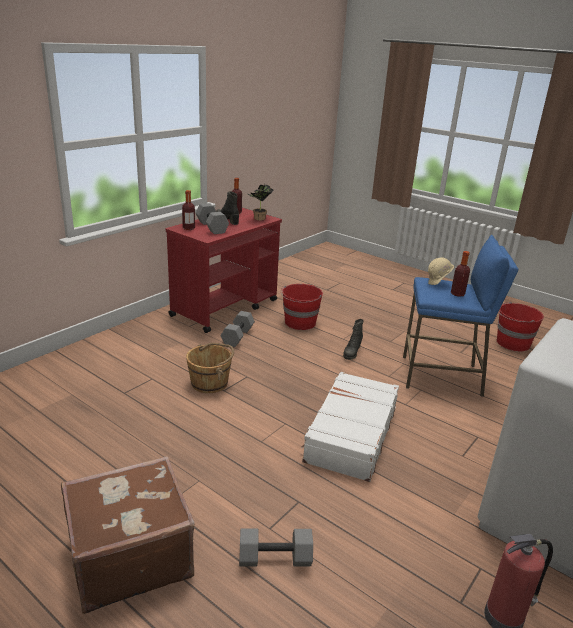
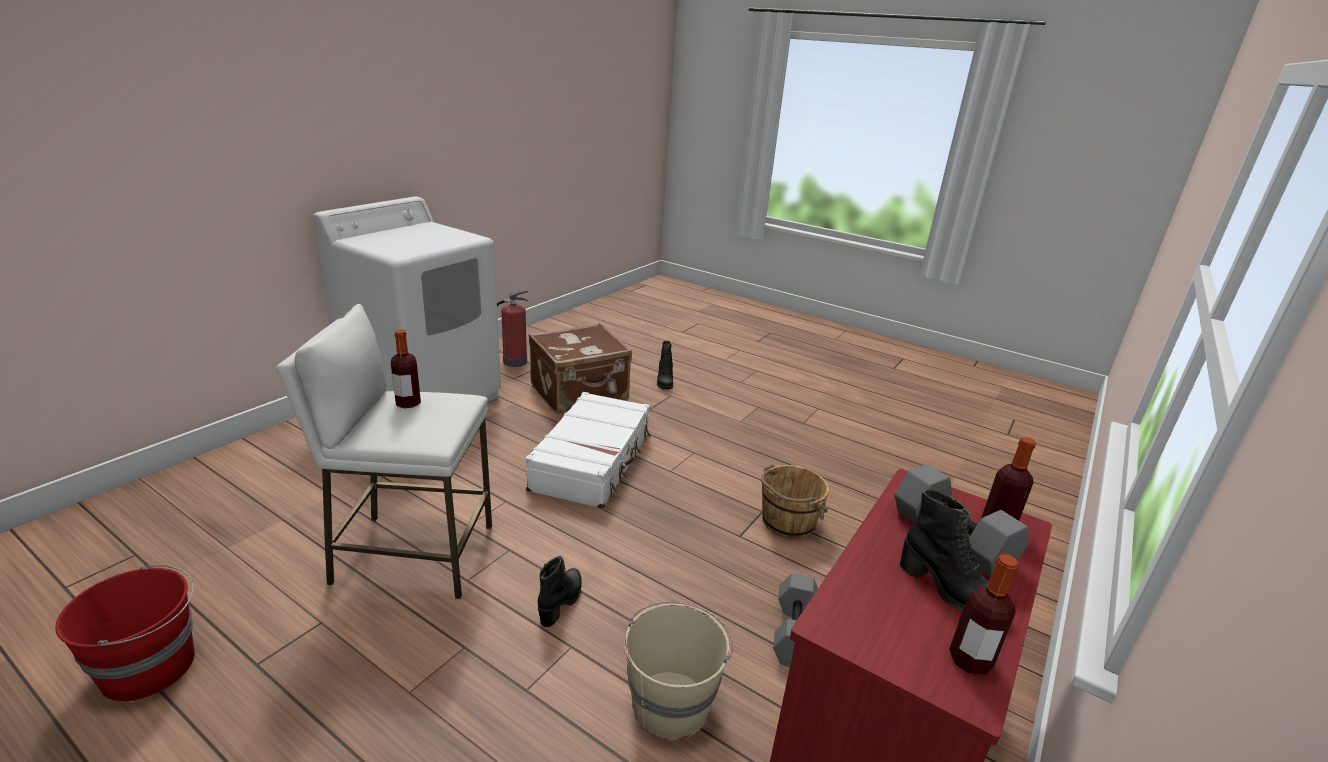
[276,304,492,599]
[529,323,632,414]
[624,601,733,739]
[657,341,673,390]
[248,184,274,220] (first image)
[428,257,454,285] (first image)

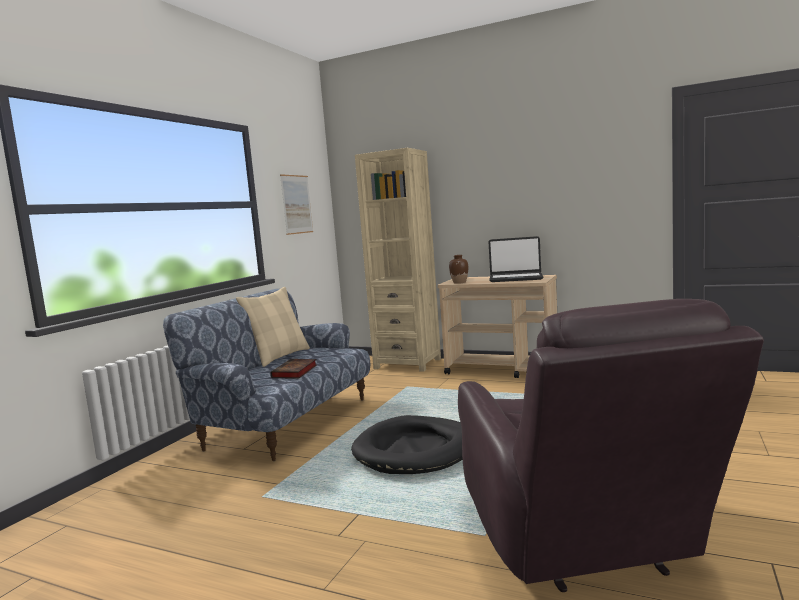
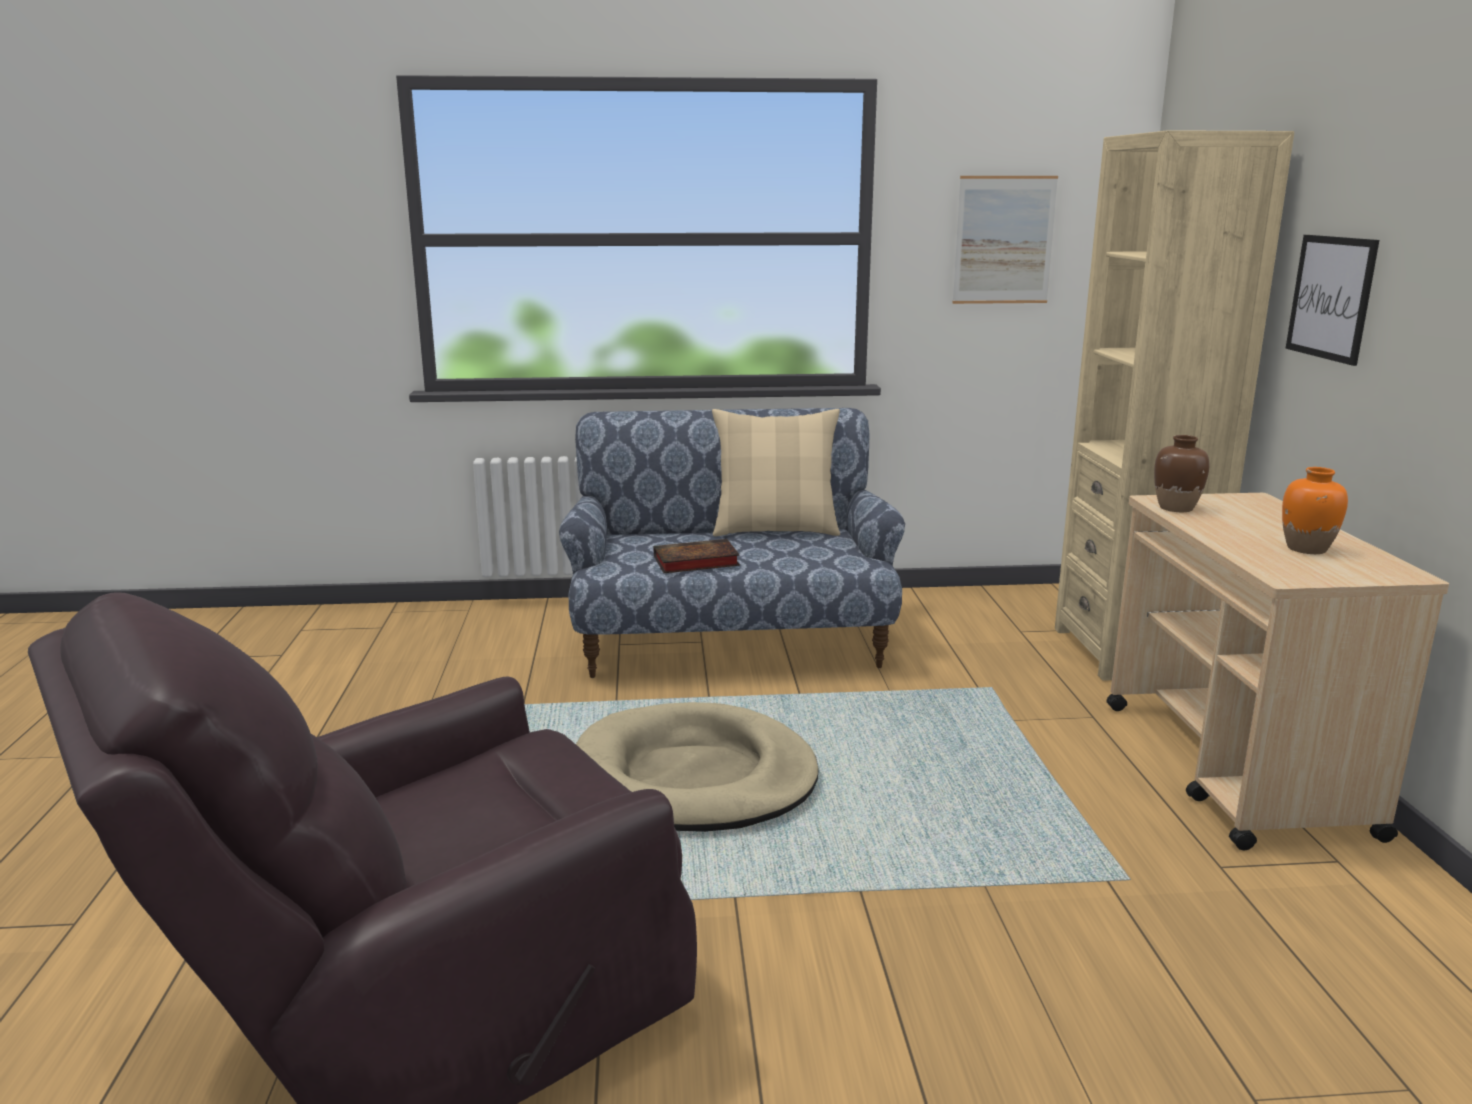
[576,702,819,832]
[1282,467,1348,554]
[1285,235,1379,366]

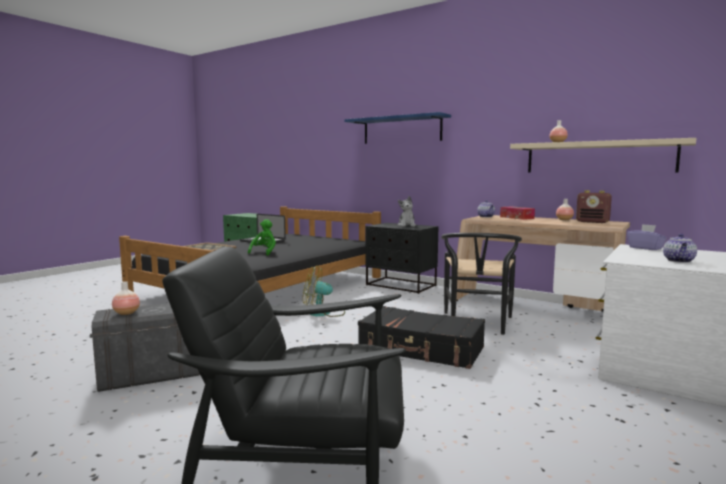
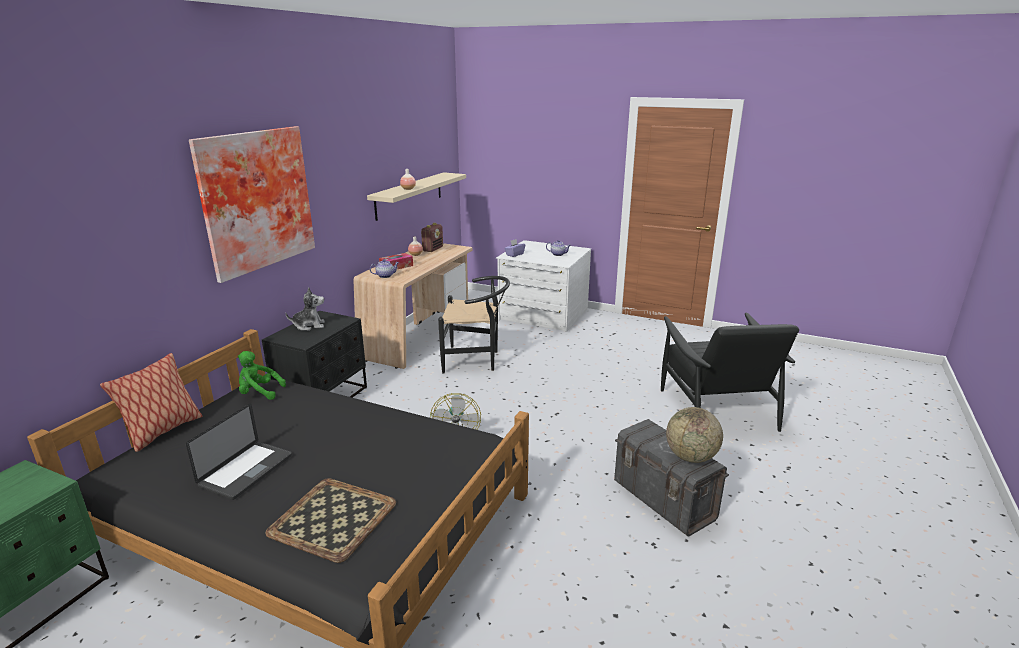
[100,353,202,452]
[189,126,315,283]
[238,351,286,400]
[666,407,723,463]
[358,306,485,369] (first image)

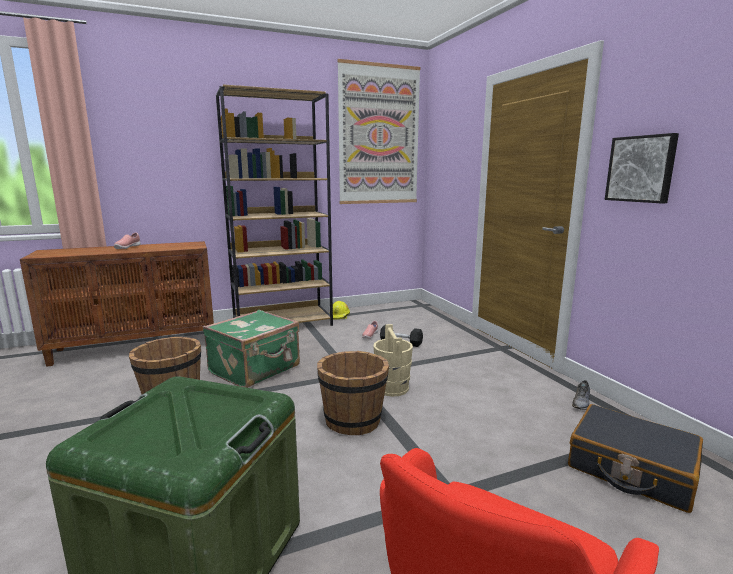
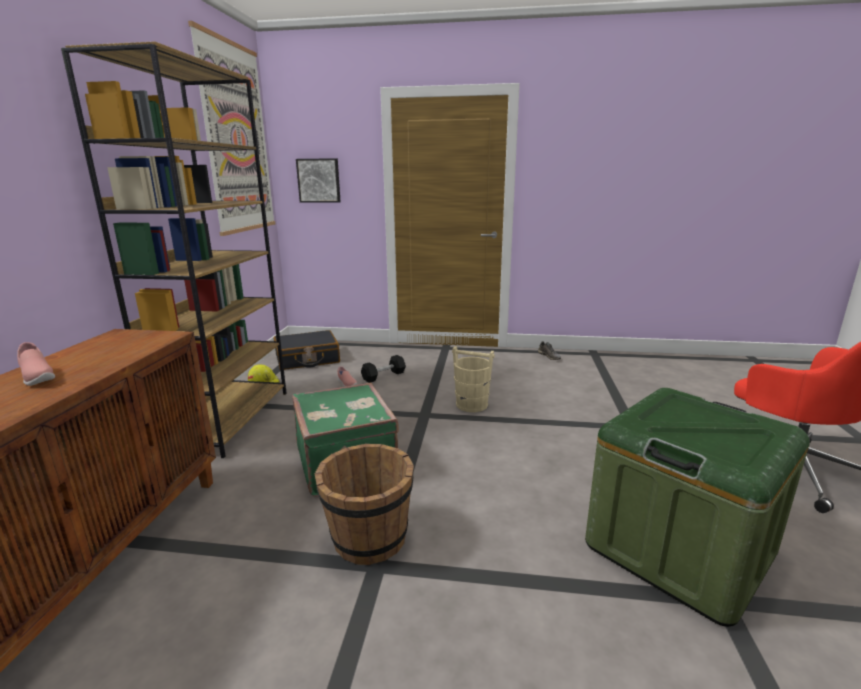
[274,330,340,370]
[296,158,341,203]
[317,351,389,435] (first image)

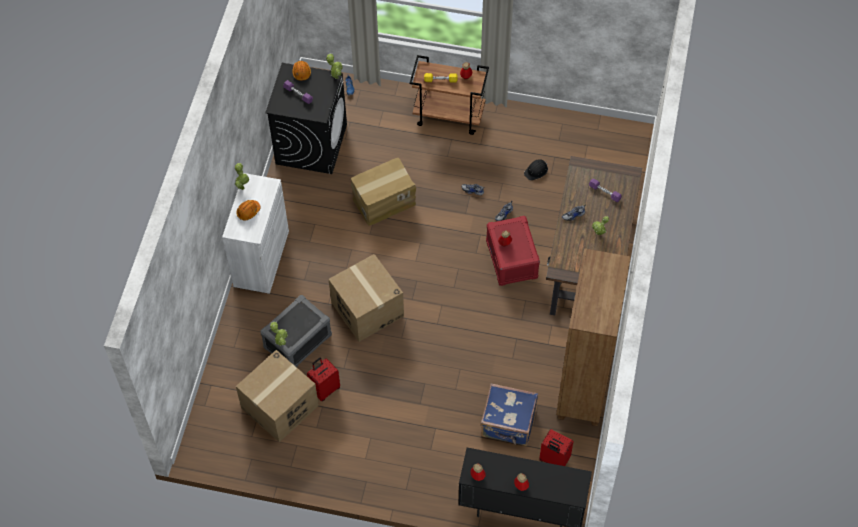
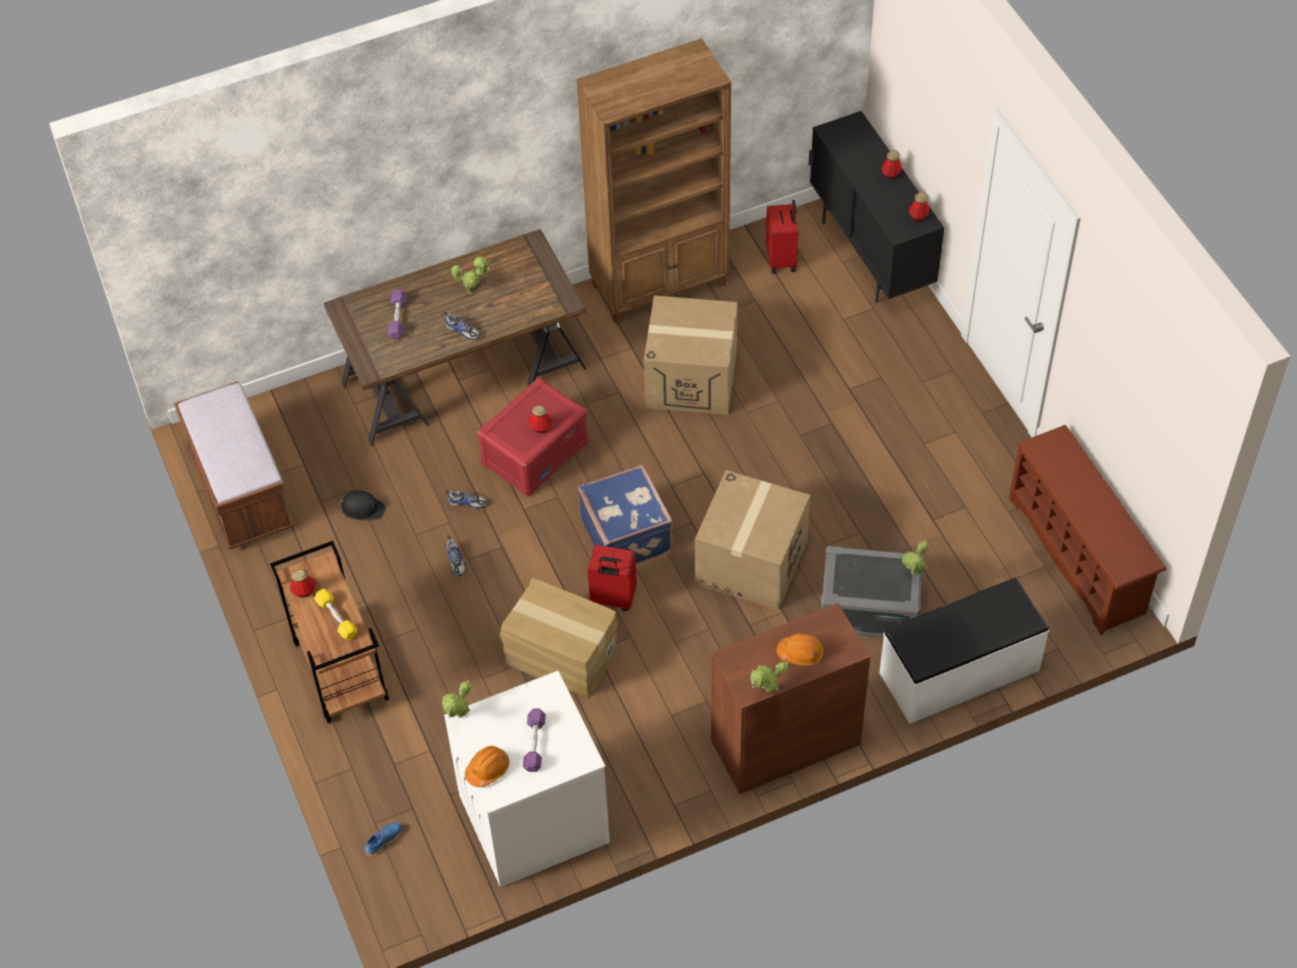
[174,381,294,550]
[444,671,610,888]
[578,464,673,564]
[588,545,637,611]
[644,296,738,415]
[711,603,870,794]
[879,578,1049,724]
[1009,425,1167,635]

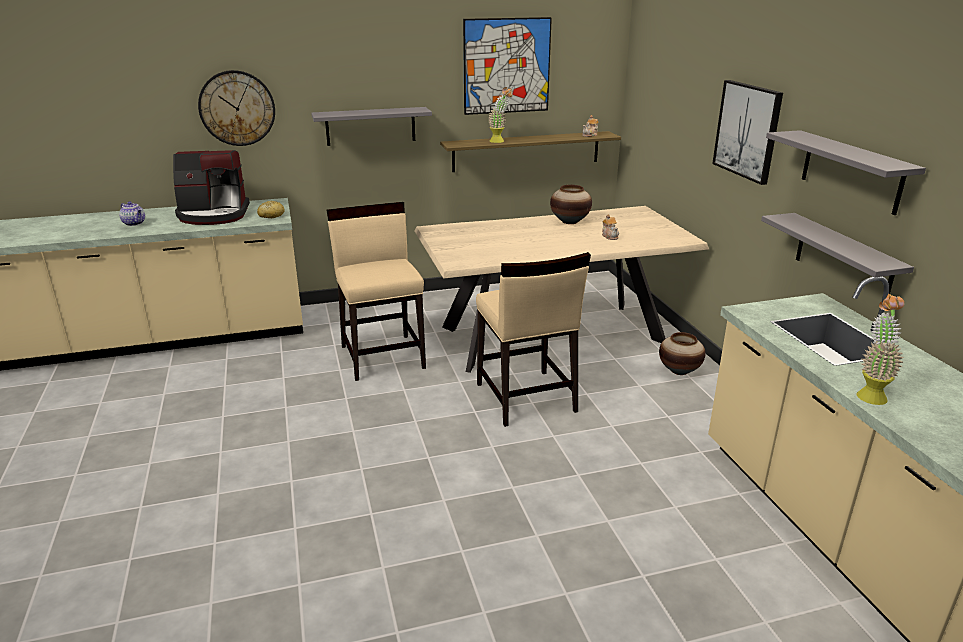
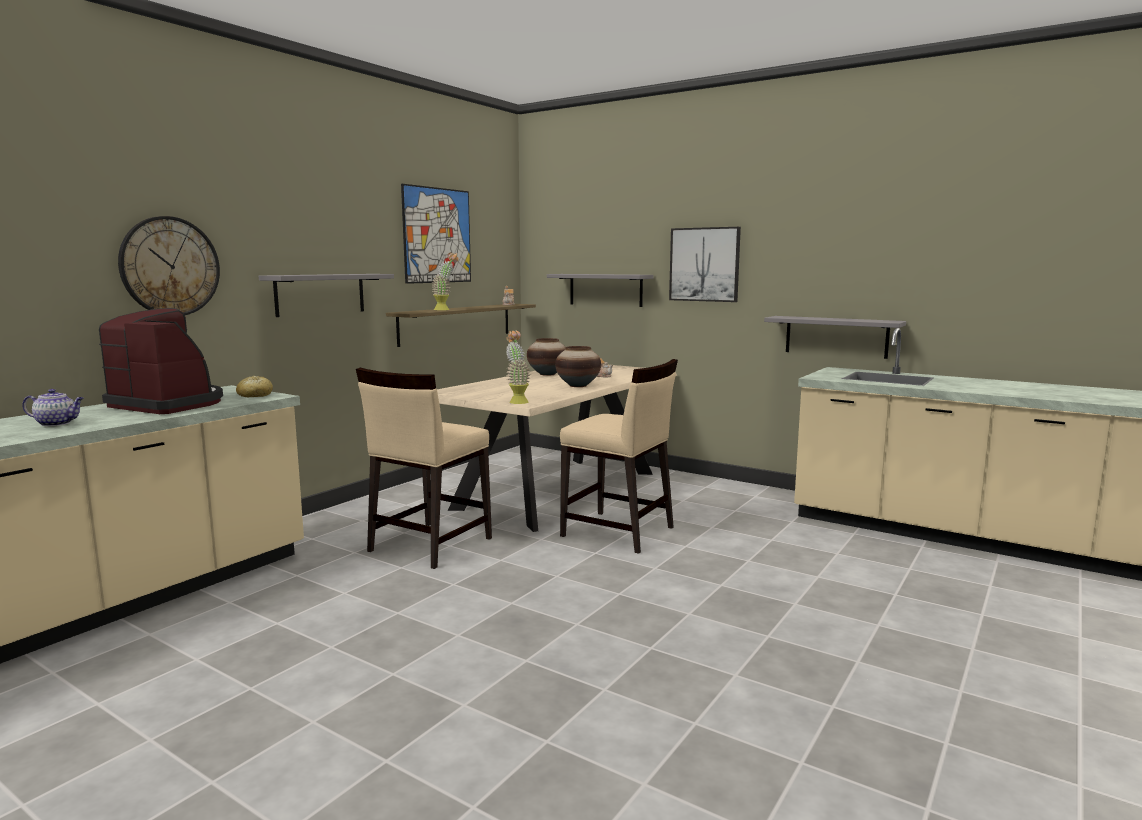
[99,308,223,414]
[356,368,492,569]
[506,331,531,404]
[547,274,654,307]
[555,346,601,387]

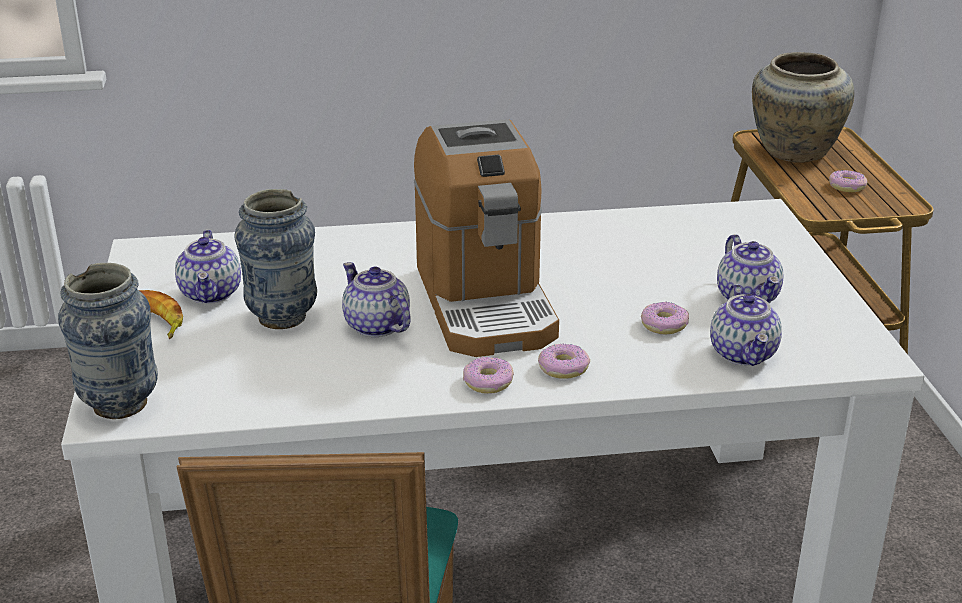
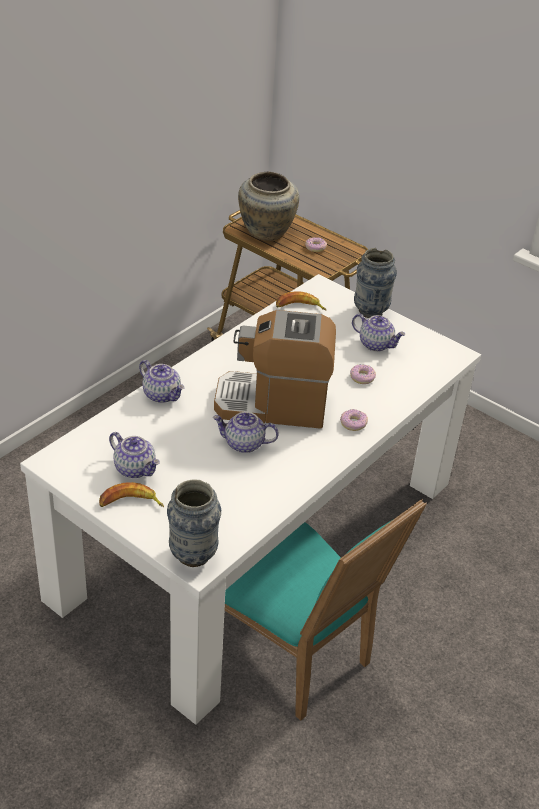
[139,360,184,403]
[214,310,336,429]
[276,291,326,310]
[354,248,397,318]
[463,357,514,394] (first image)

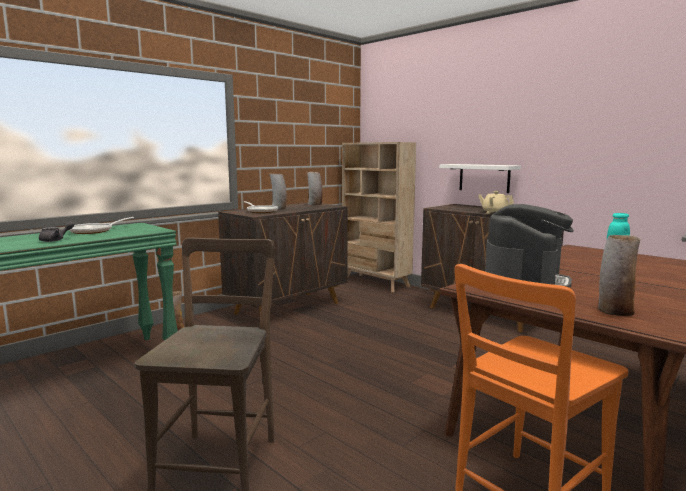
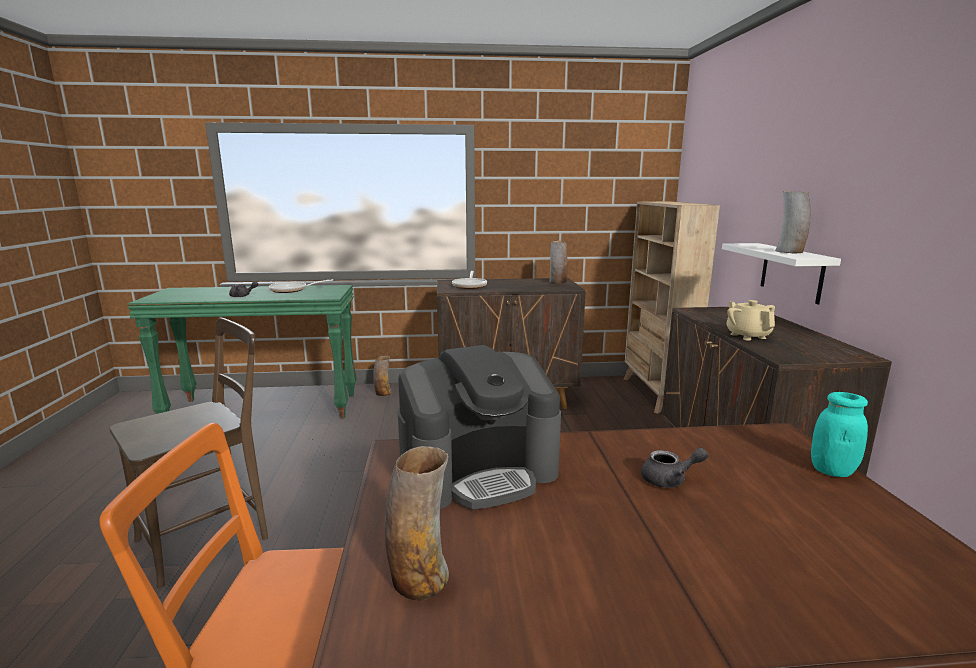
[641,448,708,488]
[775,191,811,254]

